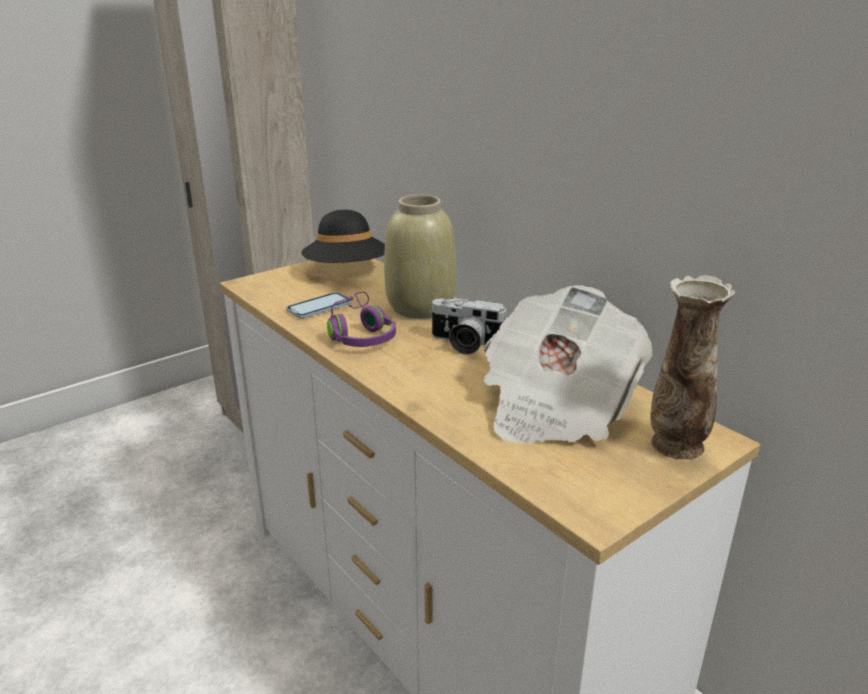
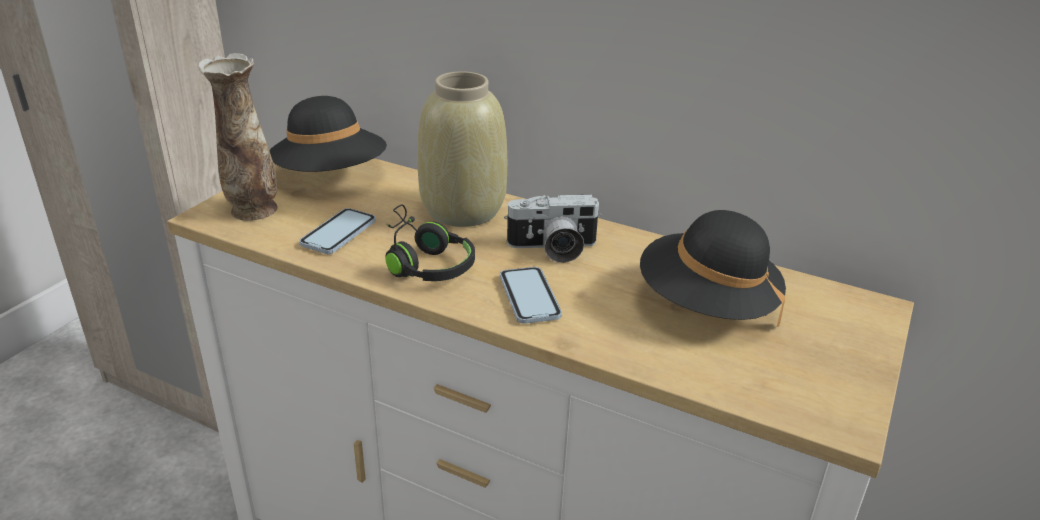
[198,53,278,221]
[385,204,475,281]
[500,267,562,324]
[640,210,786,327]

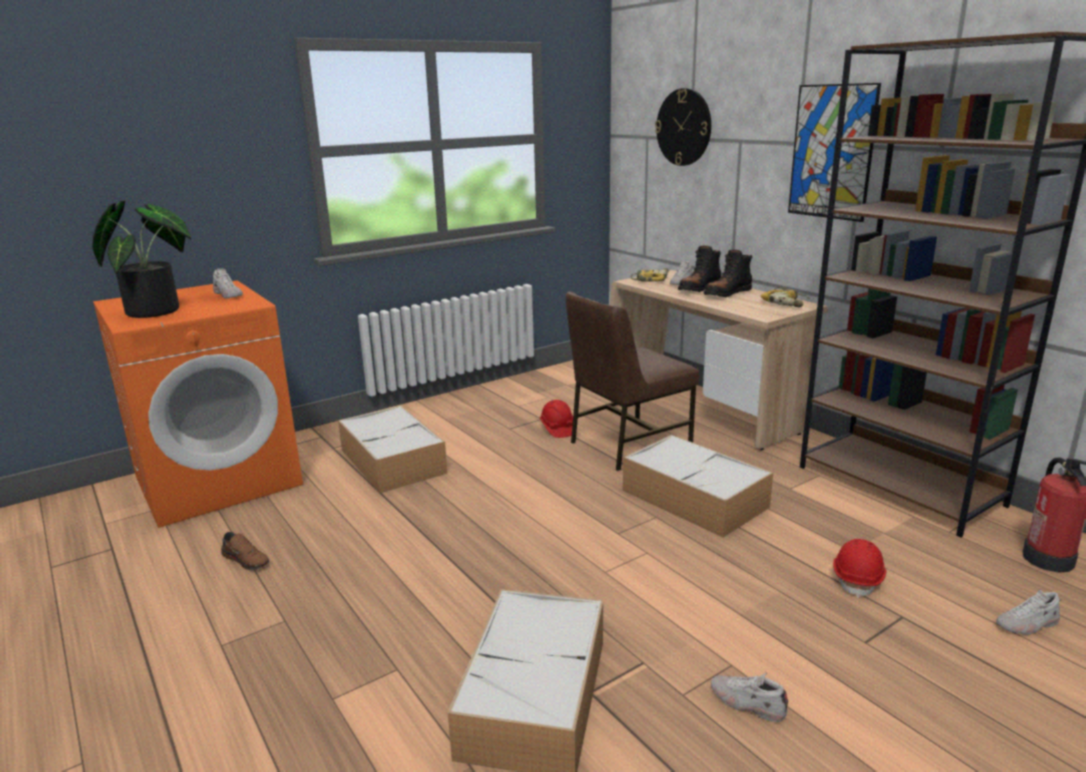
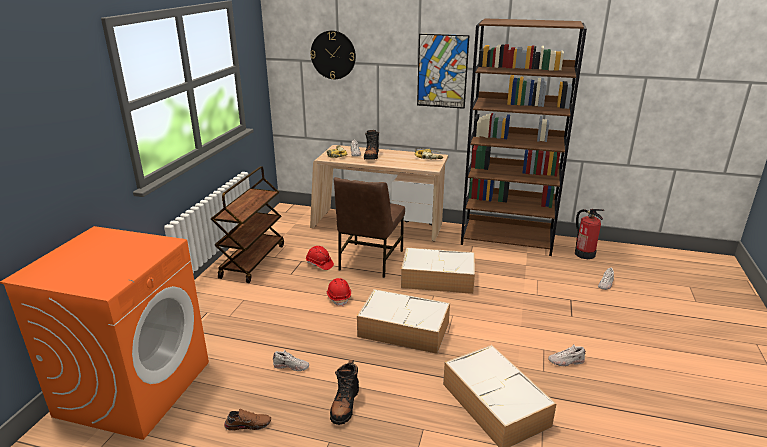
[211,166,284,283]
[273,350,309,371]
[327,278,351,306]
[330,360,359,425]
[357,289,450,354]
[92,201,191,318] (first image)

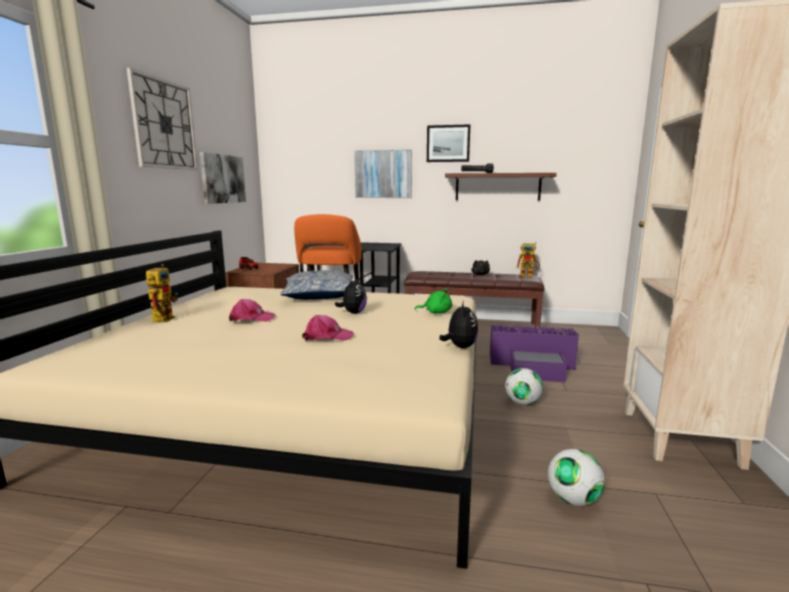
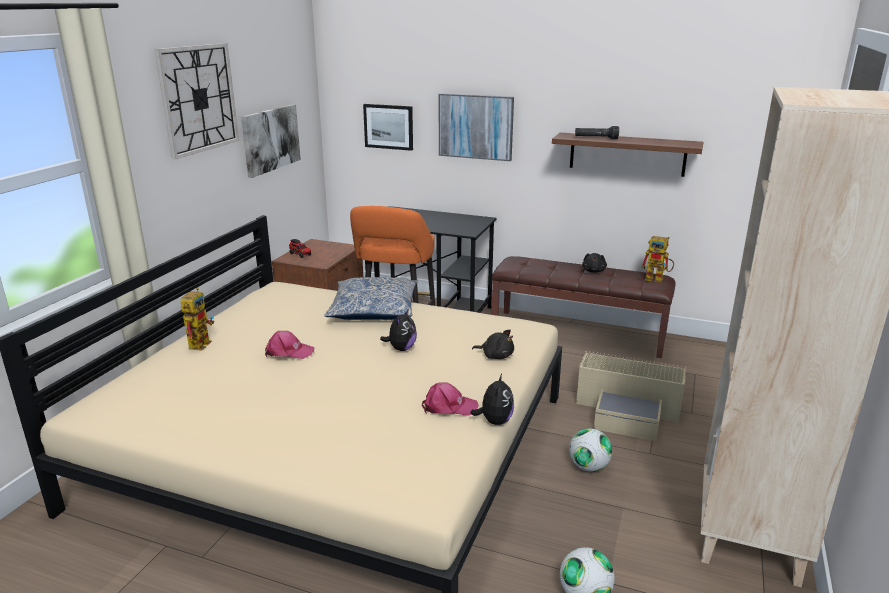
[363,104,413,151]
[422,382,479,416]
[472,329,514,359]
[576,352,686,441]

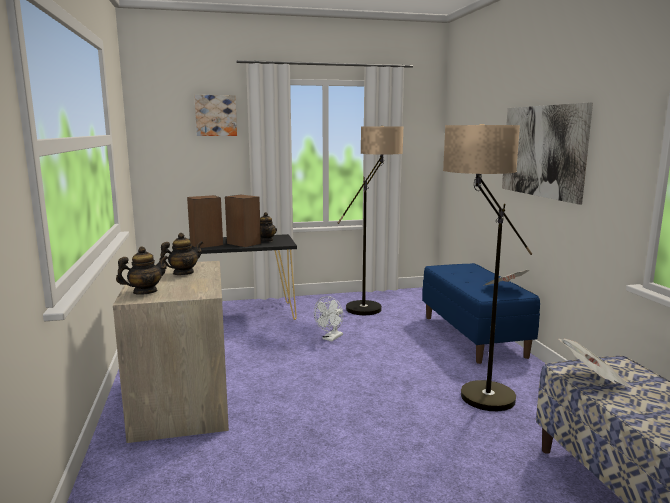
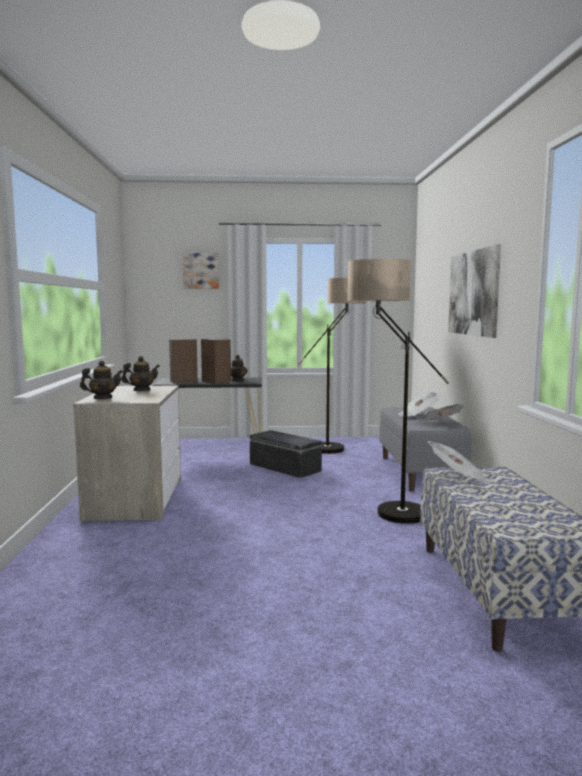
[250,430,322,478]
[379,407,472,492]
[398,392,439,416]

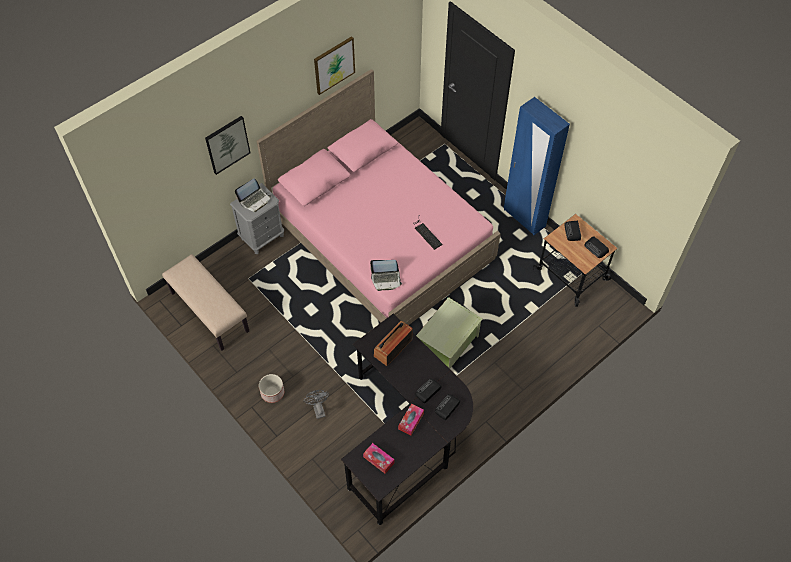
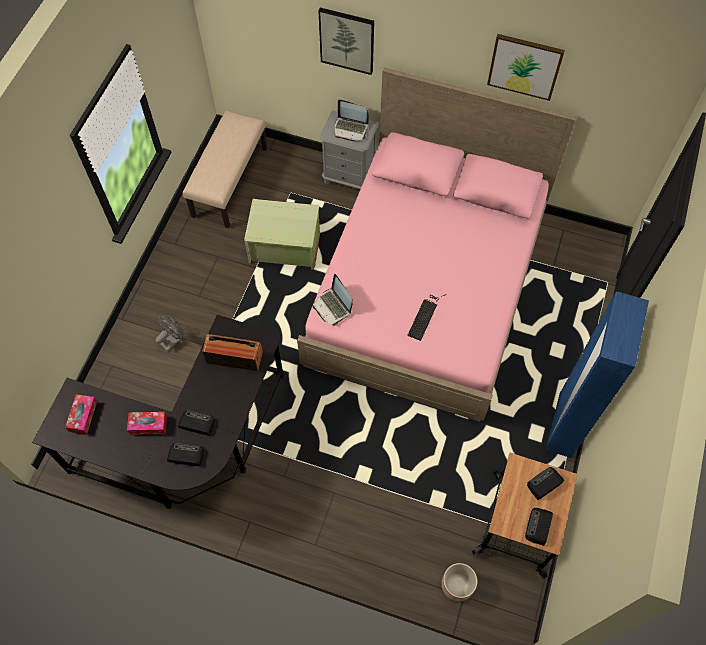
[244,199,320,270]
[441,563,477,602]

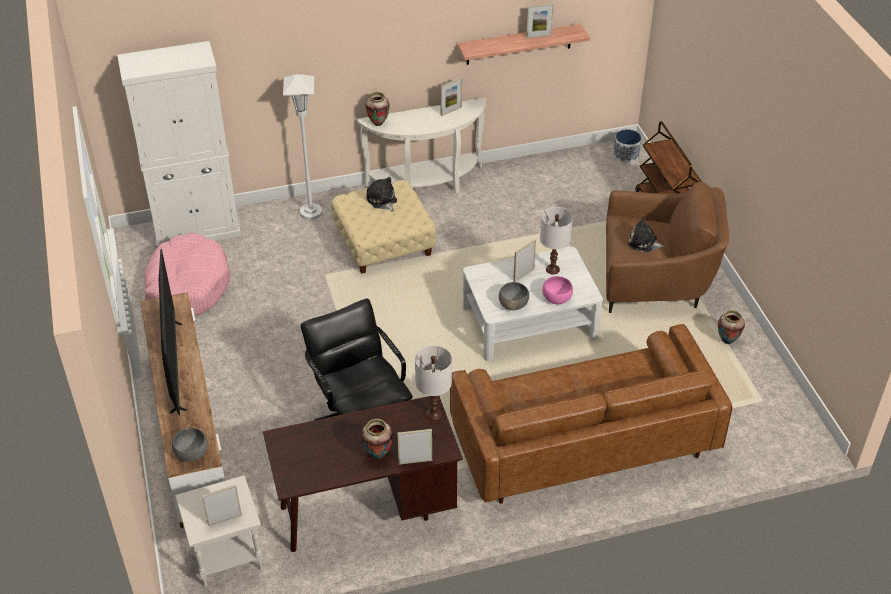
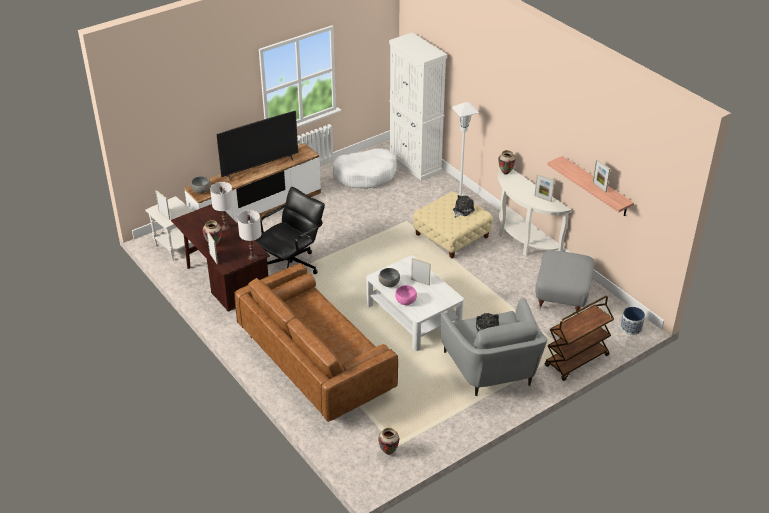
[210,182,234,231]
[333,148,397,189]
[378,427,399,455]
[441,298,547,396]
[536,250,595,314]

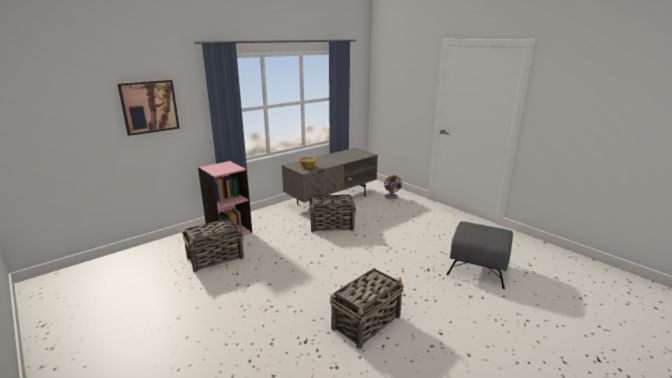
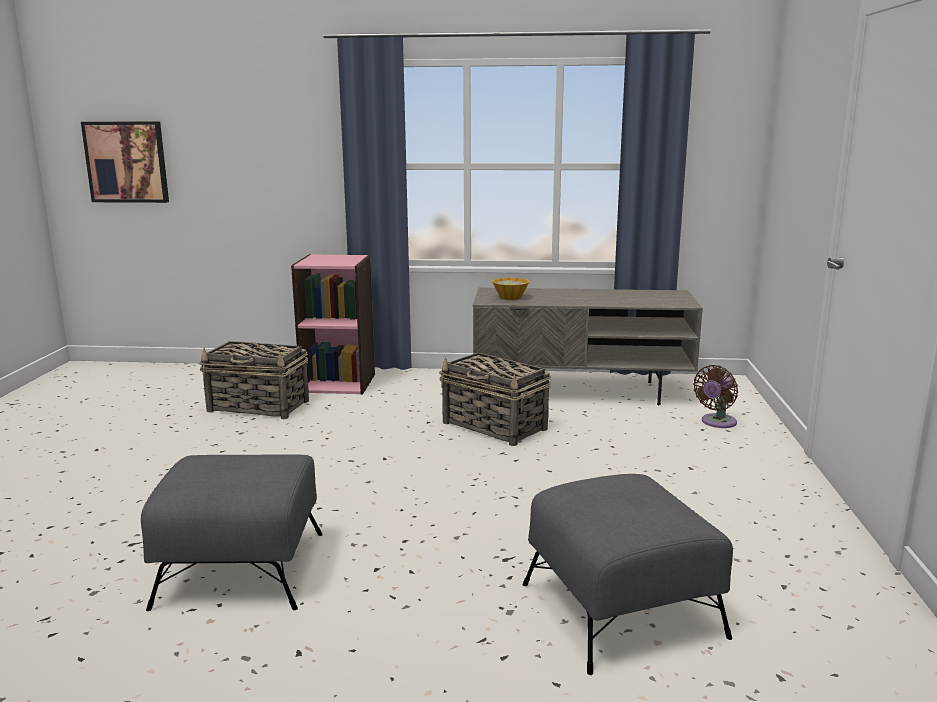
[81,121,169,203]
[141,454,323,611]

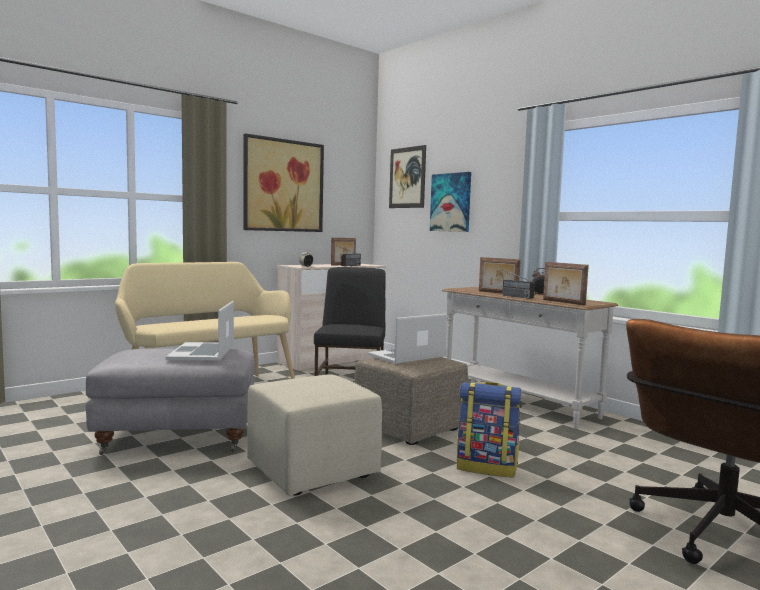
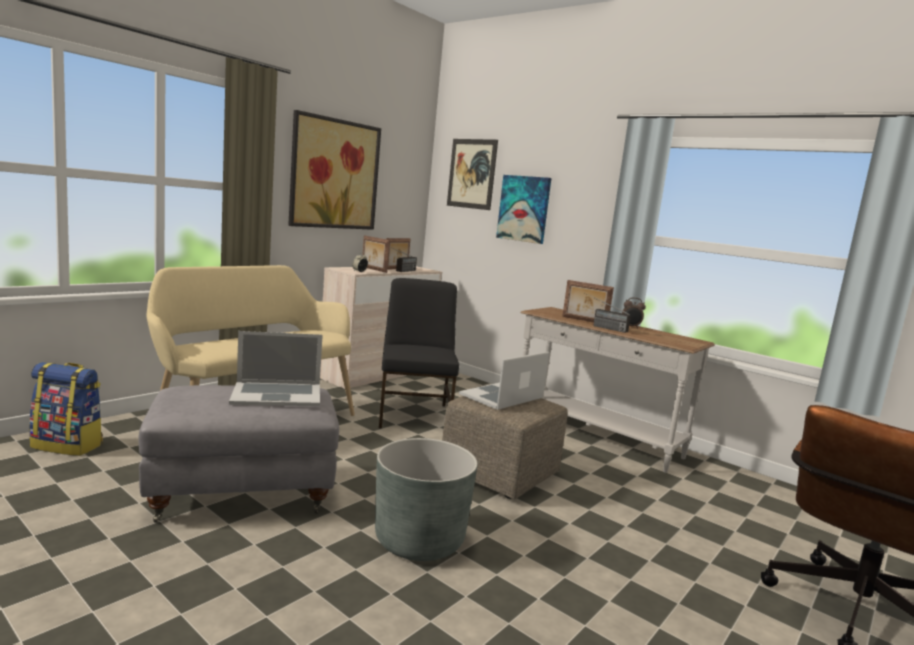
[29,362,103,456]
[229,331,323,406]
[363,235,390,273]
[375,438,478,561]

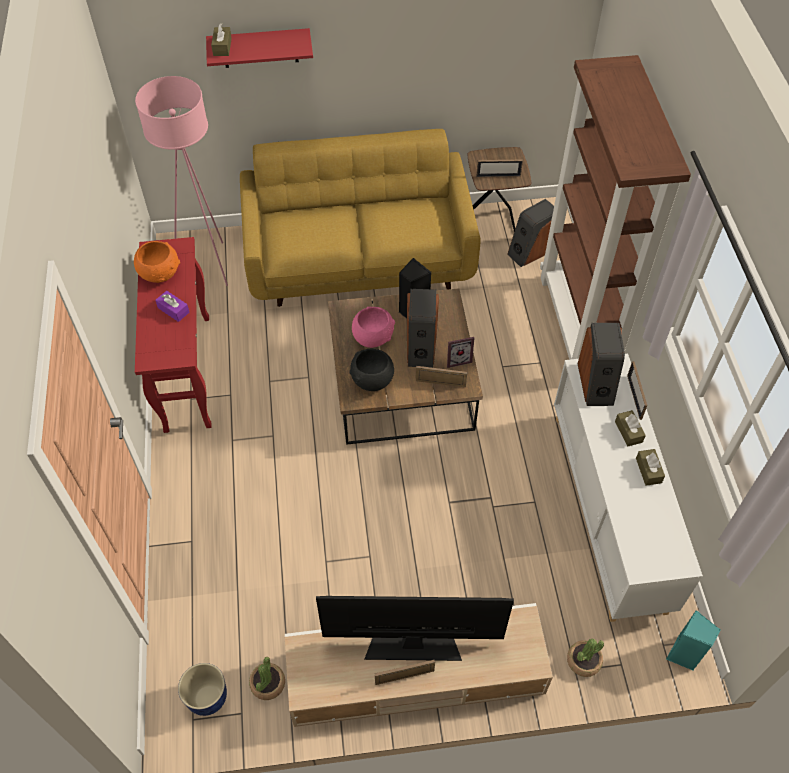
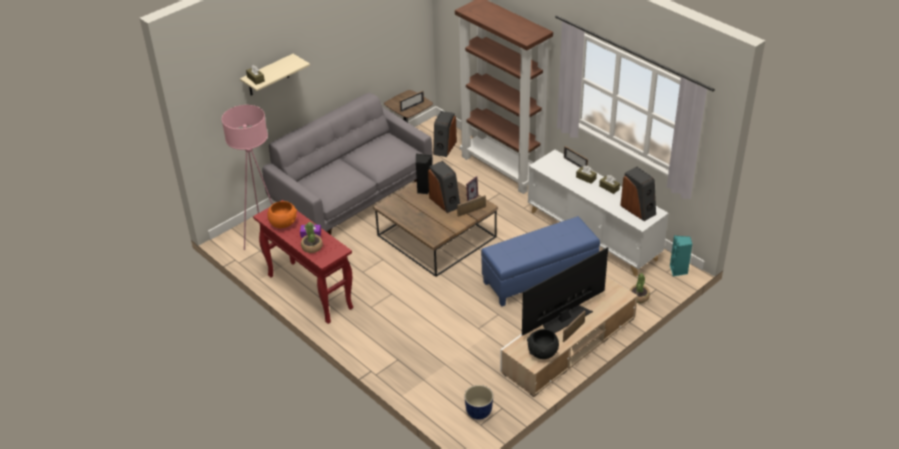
[240,54,310,96]
[262,93,433,235]
[301,222,323,253]
[481,216,600,307]
[527,329,559,359]
[620,167,656,221]
[352,306,395,348] (first image)

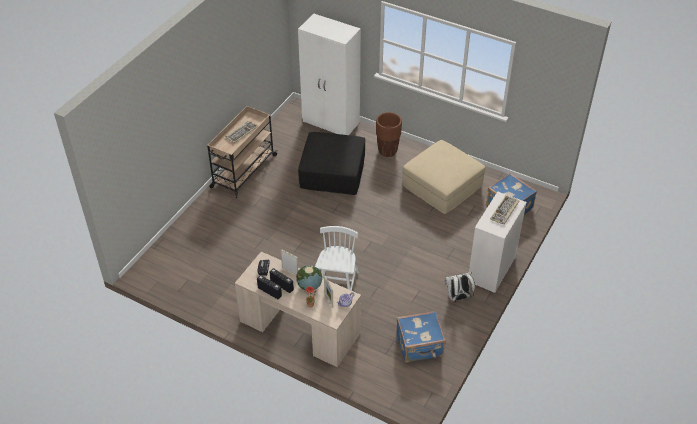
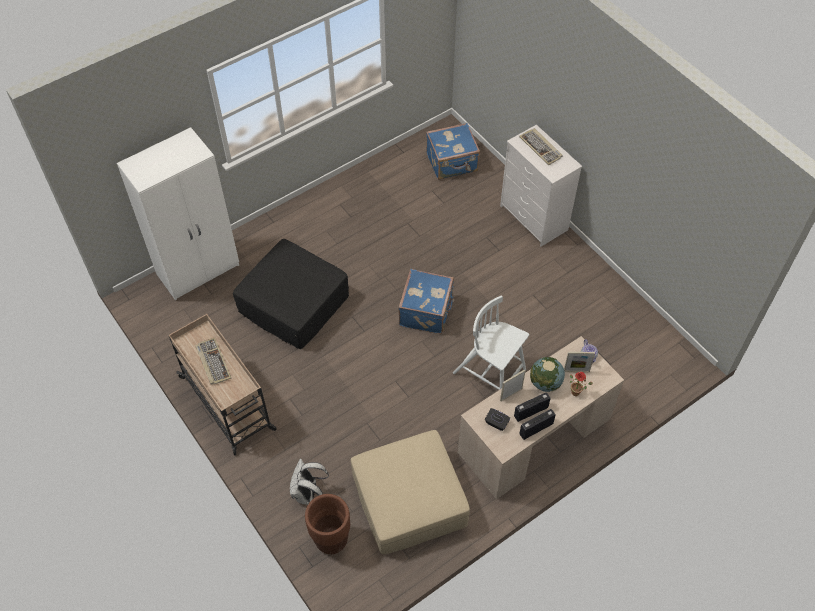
[290,459,329,505]
[305,494,350,554]
[350,430,470,554]
[398,269,455,334]

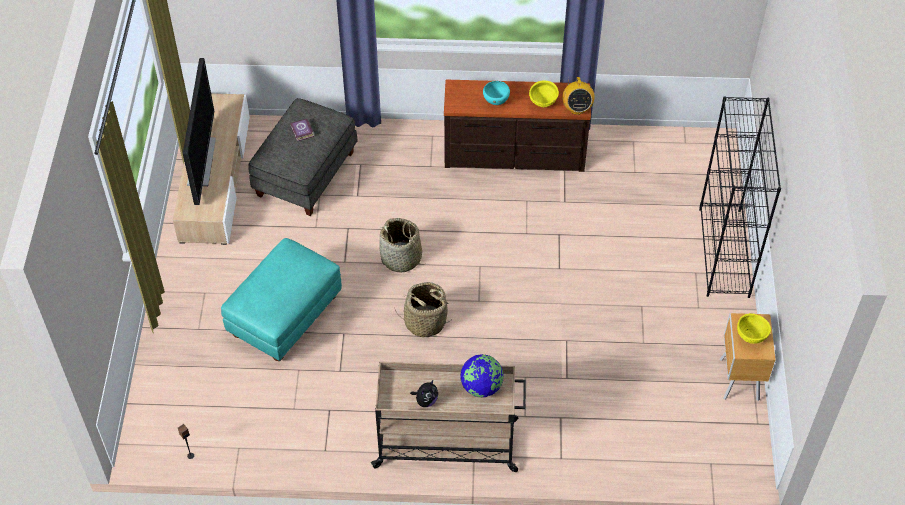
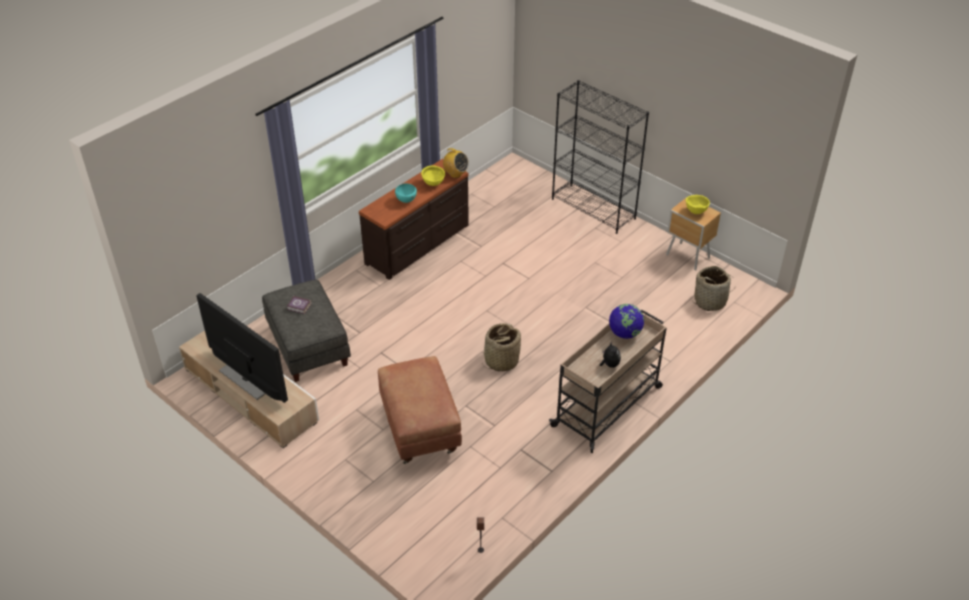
[378,356,462,464]
[695,266,731,311]

